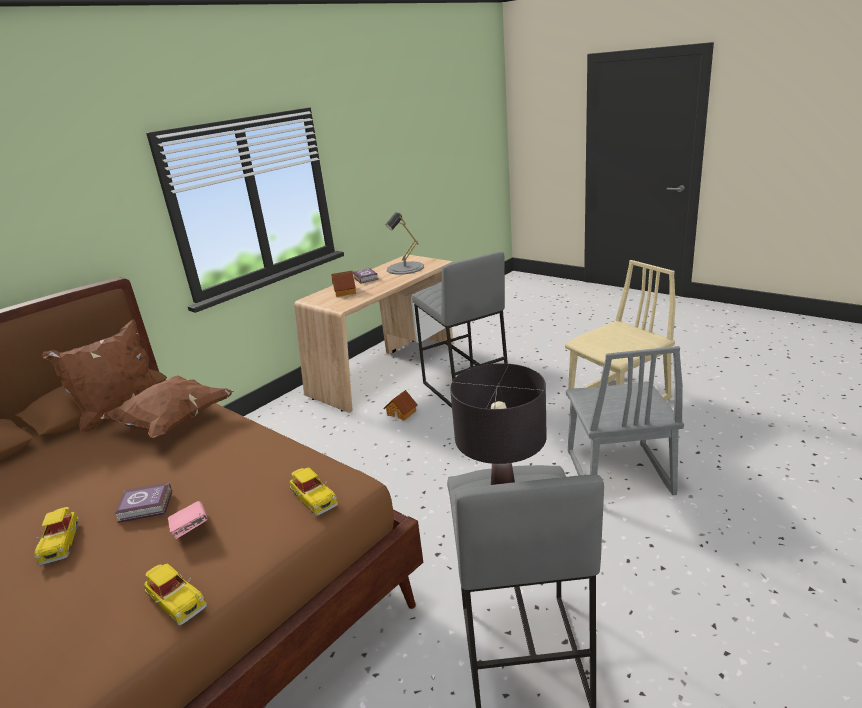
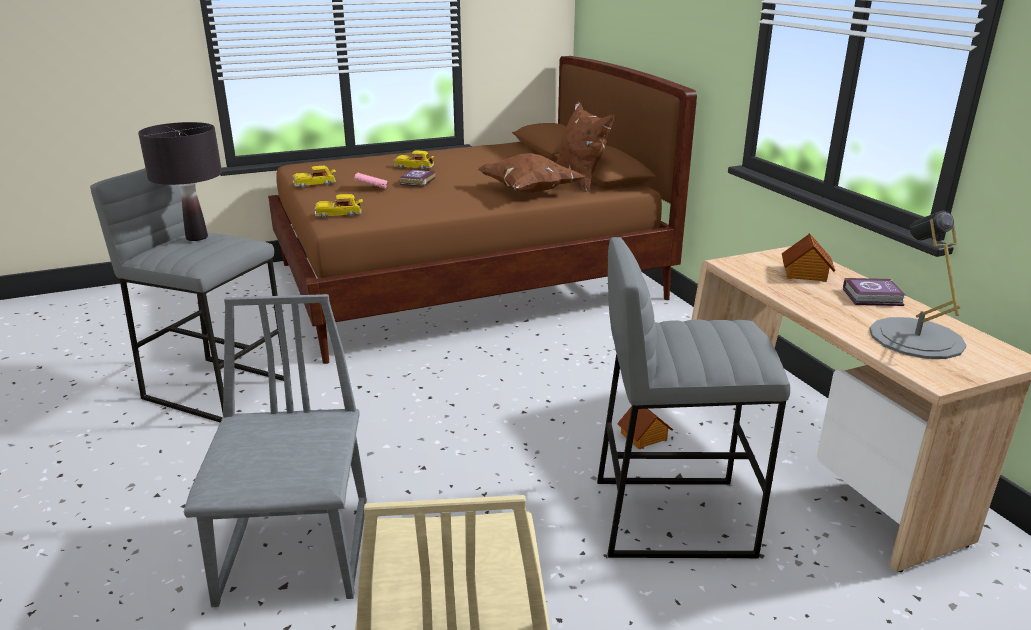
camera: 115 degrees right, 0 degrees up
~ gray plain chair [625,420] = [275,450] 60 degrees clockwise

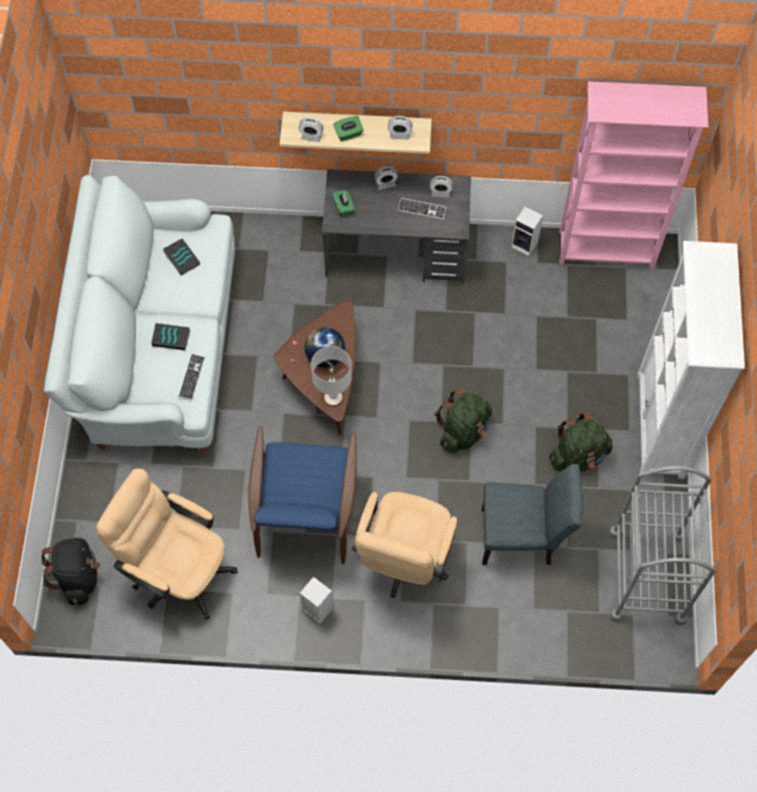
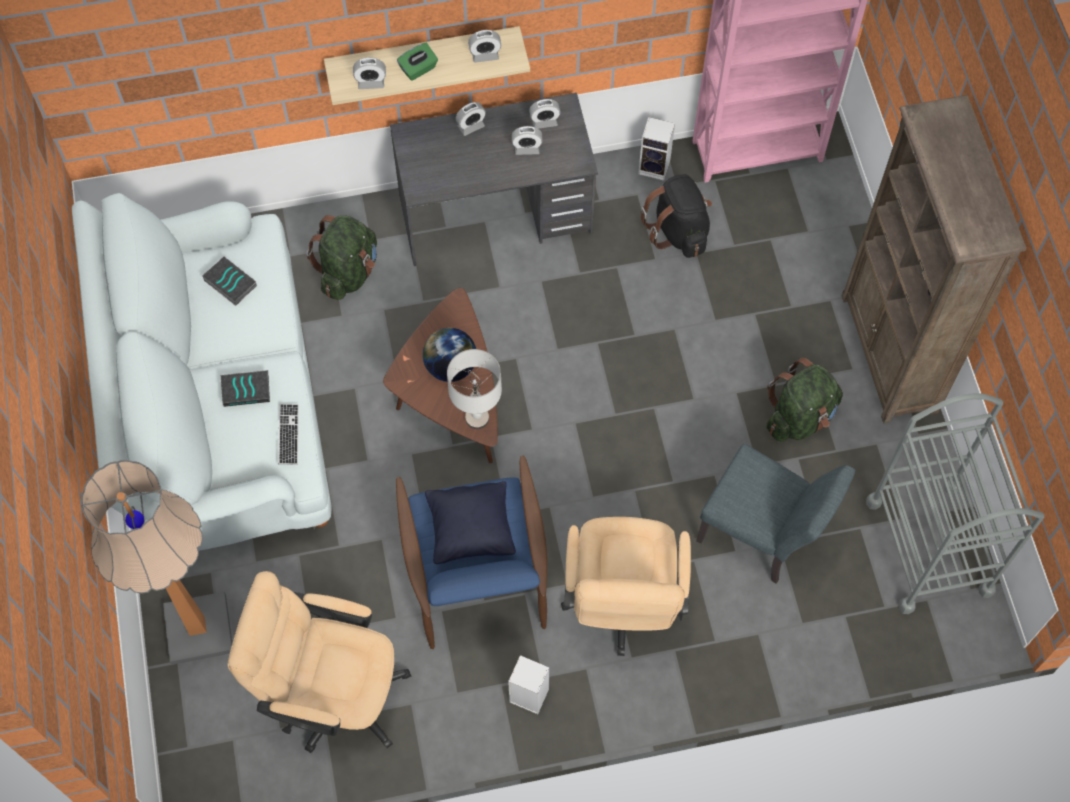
camera: 15 degrees left, 0 degrees up
+ standard lamp [156,562]
~ green-coloured backpack [463,421] to [341,257]
+ black throw pillow [470,522]
~ keyboard [422,208] to bedside clock [527,140]
~ black backpack [71,571] to [676,216]
~ gray plain chair [532,514] = [776,513] 45 degrees clockwise
~ whitish shelving unit [691,360] to brownish shelving unit [934,259]
- green-coloured tissue holder [343,203]

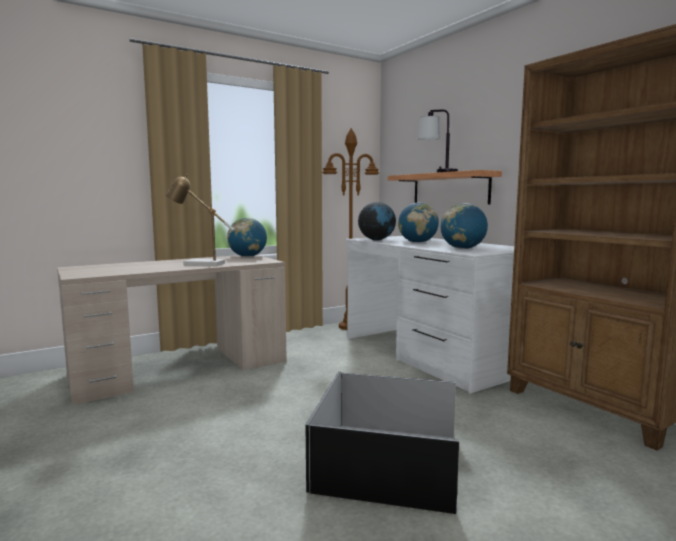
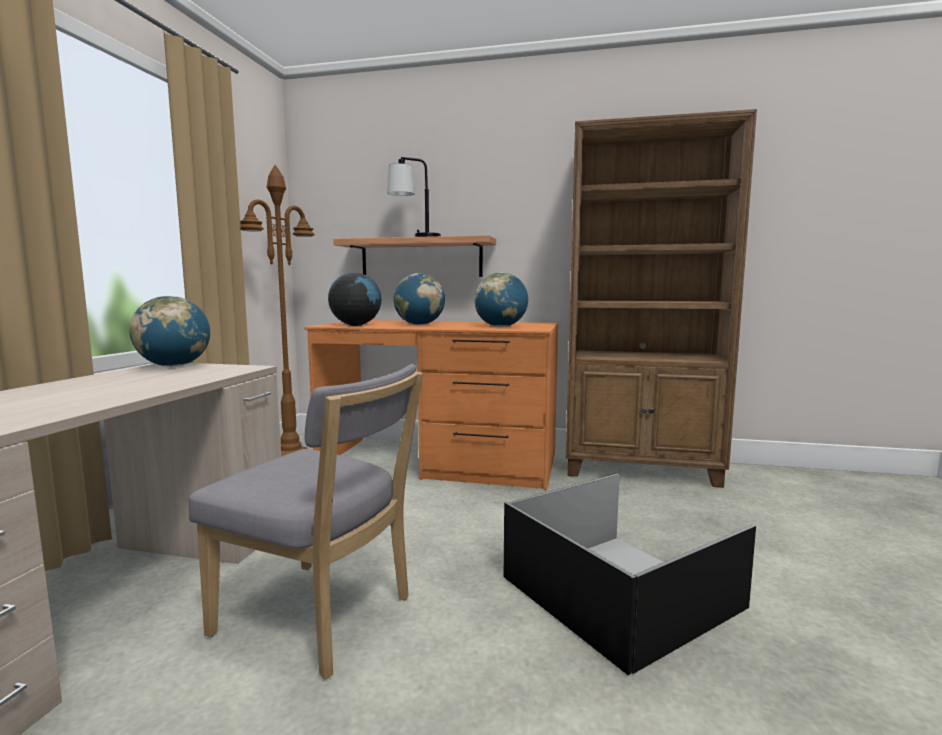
camera: 45 degrees left, 0 degrees up
+ gray plain chair [306,522]
~ whitish desk [429,315] to orange-coloured desk [431,405]
- lamp for a table [200,220]

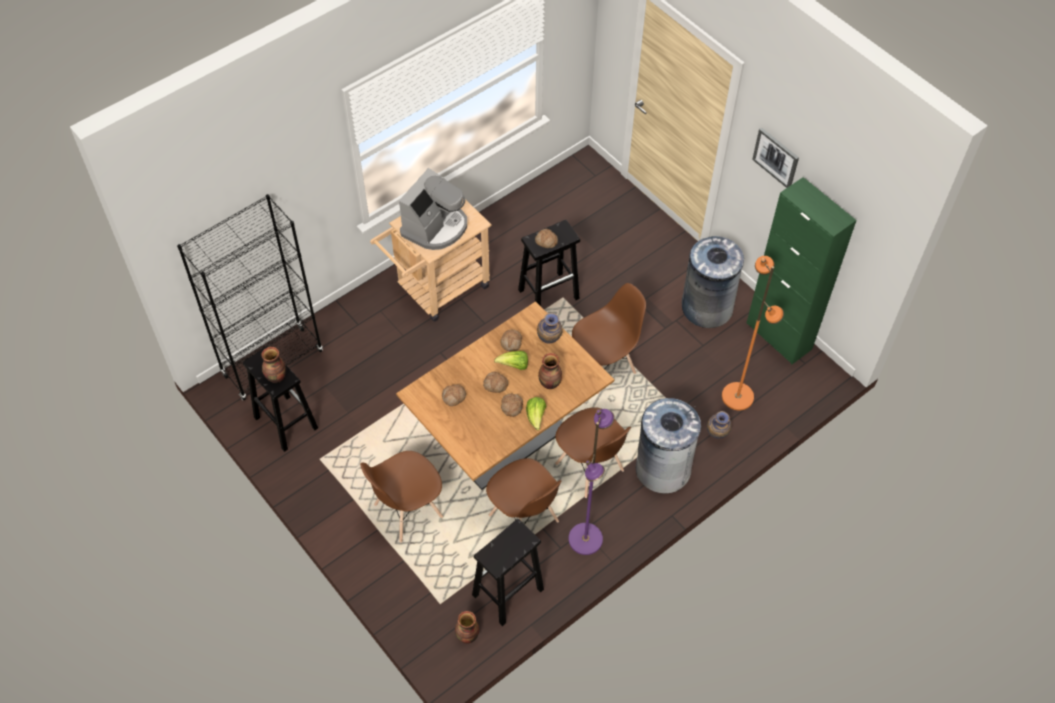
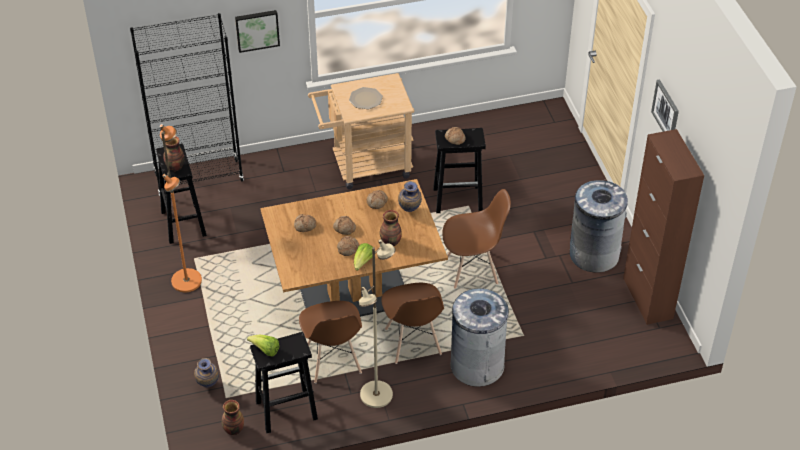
camera: 25 degrees right, 10 degrees down
~ orange-coloured standard lamp [753,333] to [181,208]
~ vase [719,424] to [206,372]
+ wall picture [257,31]
~ lettuce [511,360] to [263,346]
~ coffee maker [433,209] to dinner plate [366,98]
~ purple standard lamp [591,482] to sand-coloured standard lamp [377,323]
~ green-coloured cupboard [801,270] to brownish cupboard [663,227]
- brownish plain chair [401,497]

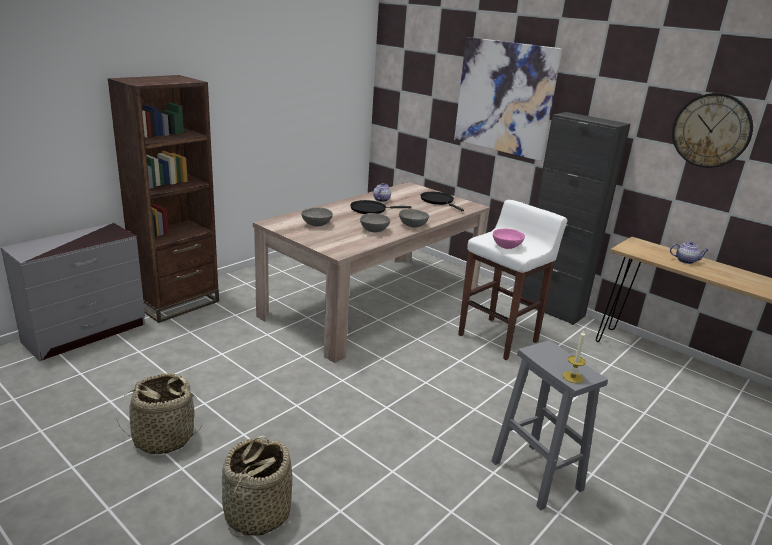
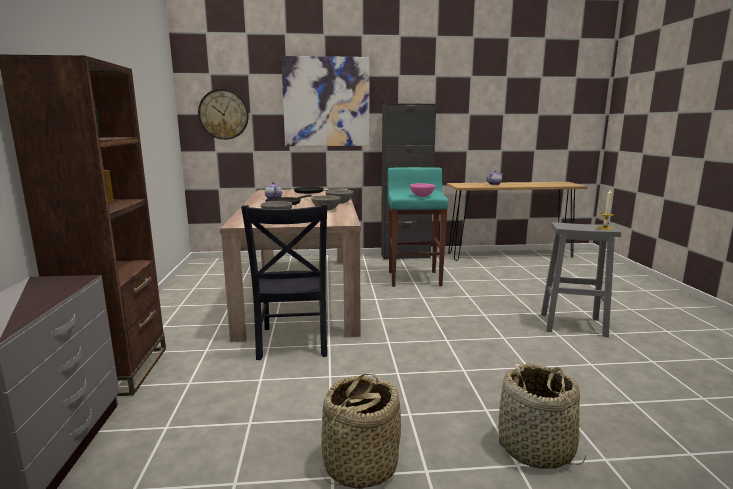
camera: 45 degrees left, 10 degrees down
~ wall clock [712,130] to [223,114]
+ black plain chair [284,282]
~ whitish sitting stool [513,280] to blue-green sitting stool [418,227]

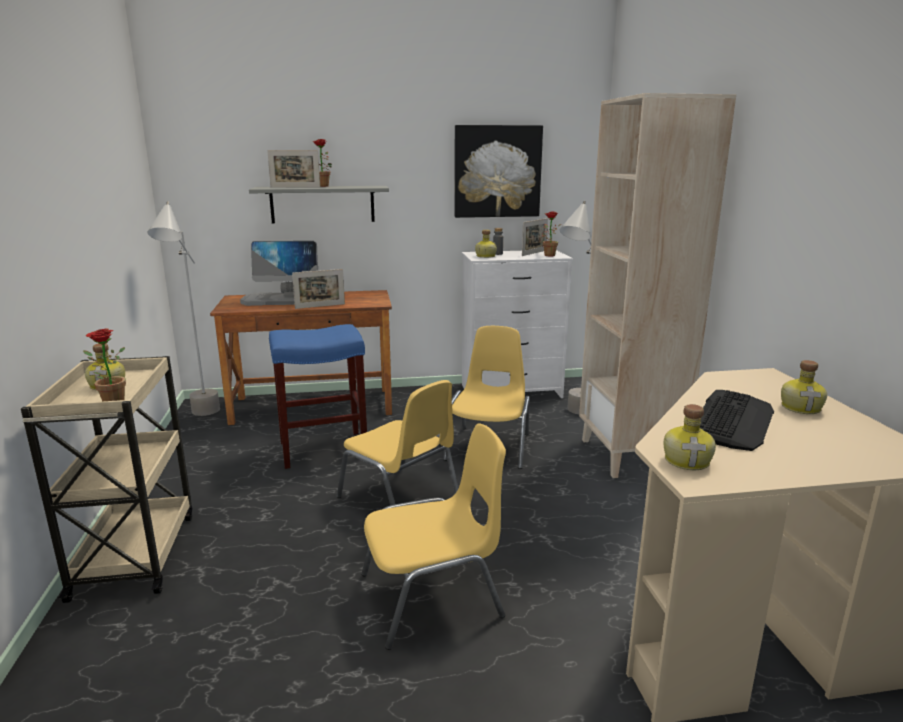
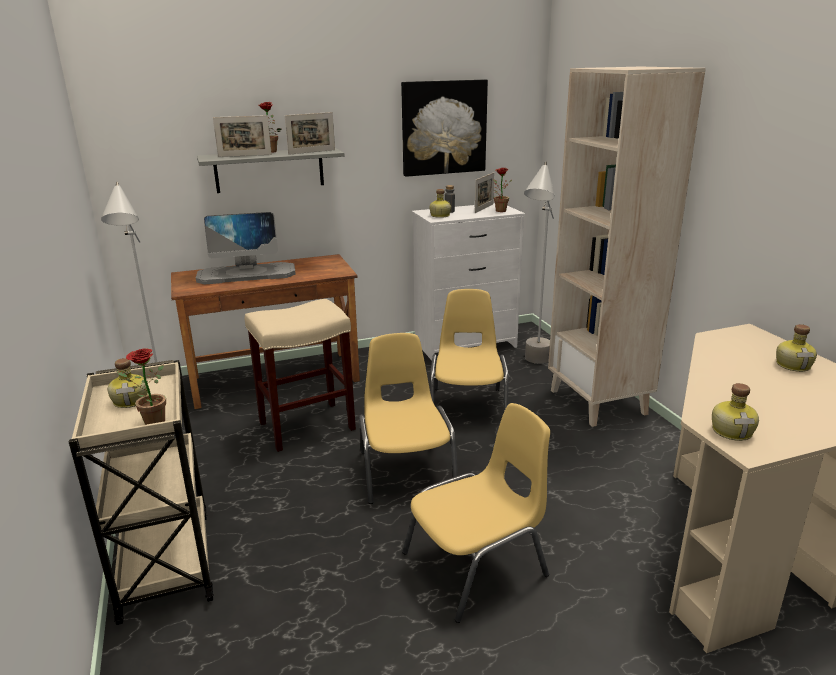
camera: 10 degrees left, 5 degrees up
~ bluish sitting stool [318,396] to sand-coloured sitting stool [300,375]
~ picture frame [318,289] to [310,133]
~ yellow plain chair [397,442] = [408,418] 135 degrees counterclockwise
- keyboard [737,420]

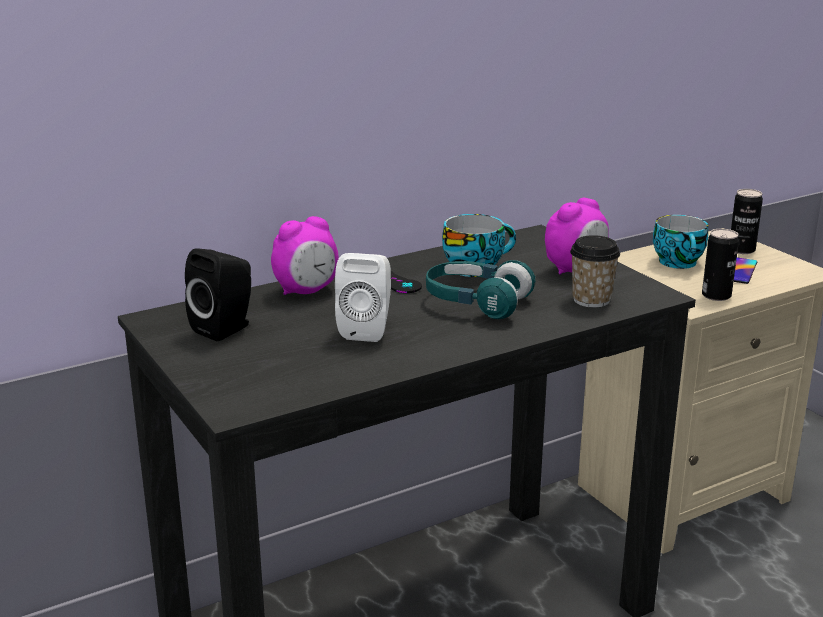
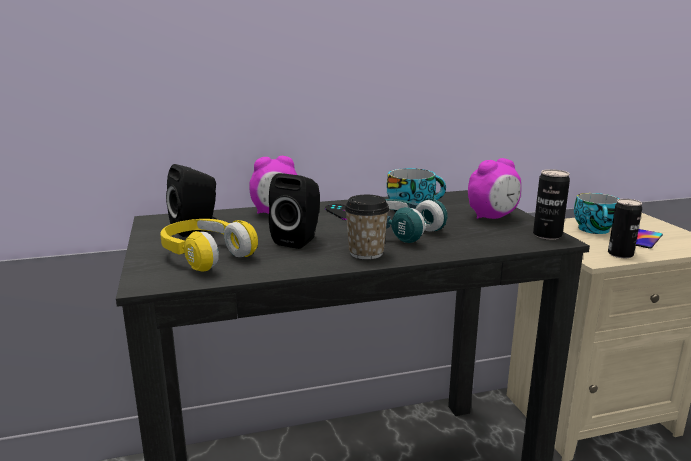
camera: 15 degrees right, 5 degrees down
+ yellow headset [209,245]
~ whitish audio speaker [363,297] to black audio speaker [294,211]
~ drinking cup [595,271] to [367,227]
~ can [747,221] to [551,204]

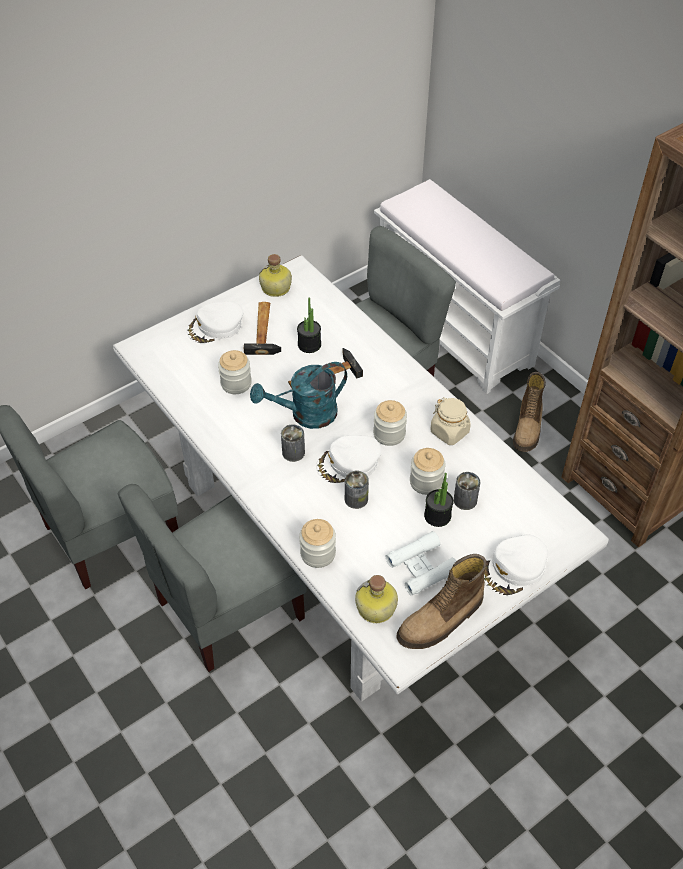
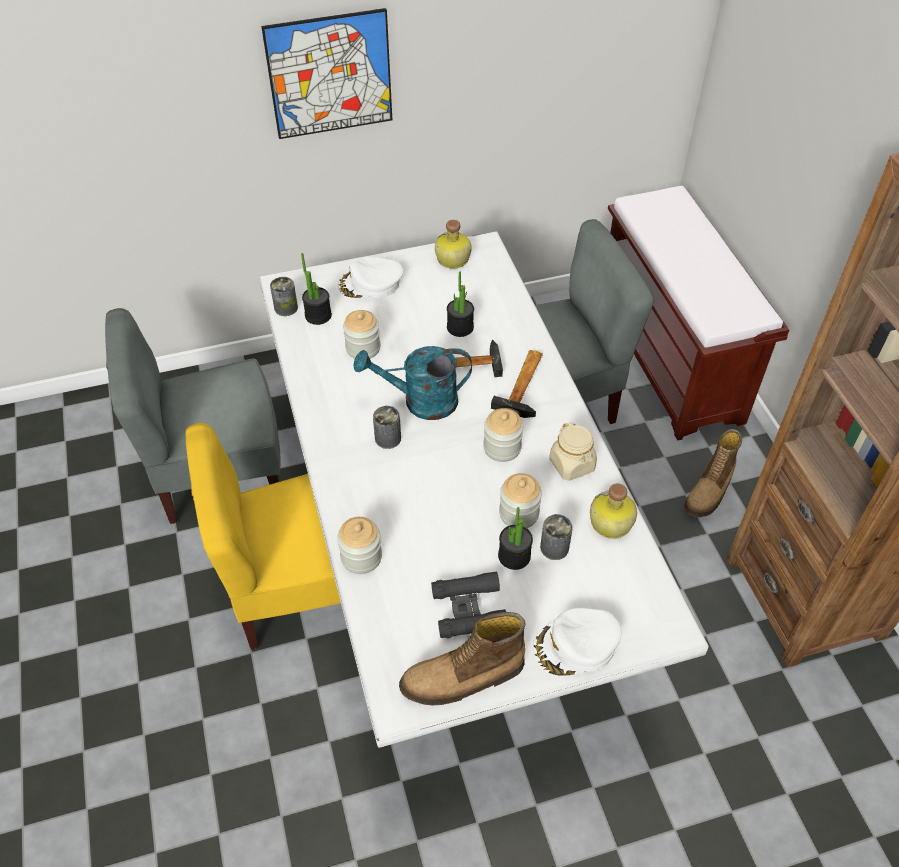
camera: 20 degrees right, 0 degrees up
~ gray plain chair [212,578] to yellow plain chair [263,536]
+ wall picture [326,73]
~ can [357,490] to [284,296]
+ potted plant [316,289]
~ whitish field glasses [421,563] to black field glasses [468,605]
~ hammer [262,328] to [517,384]
~ drink bottle [376,599] to [613,511]
~ whitish bench [467,286] to brownish bench [698,313]
- whitish peaked cap [348,459]

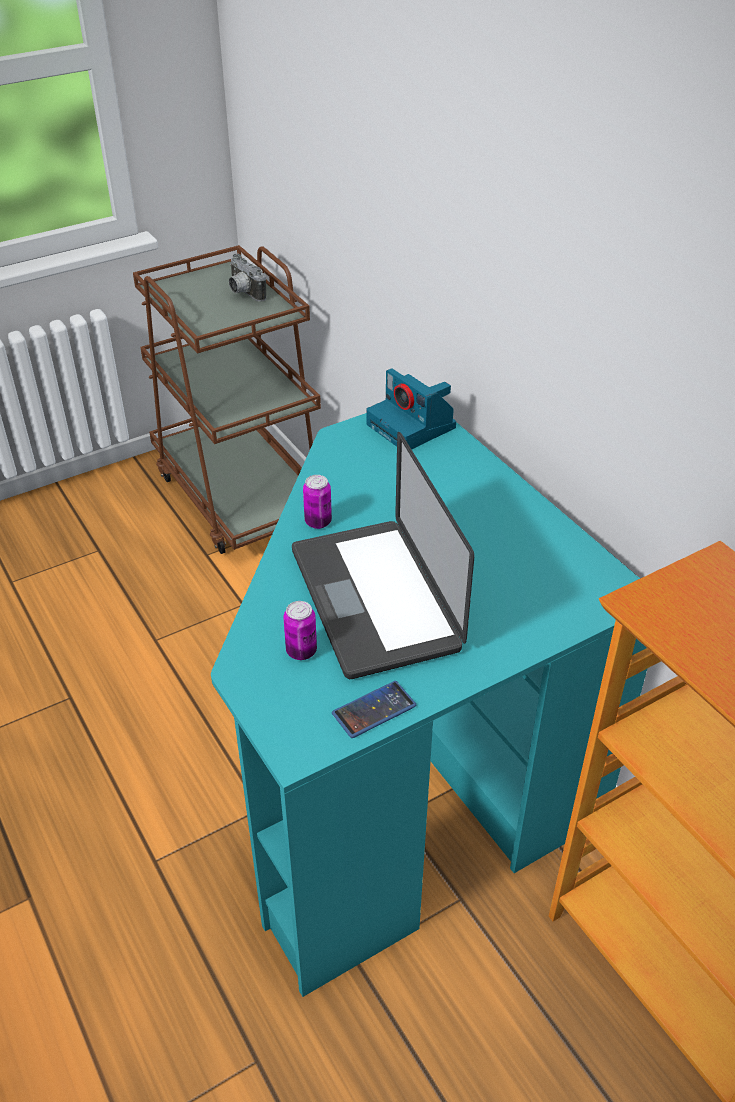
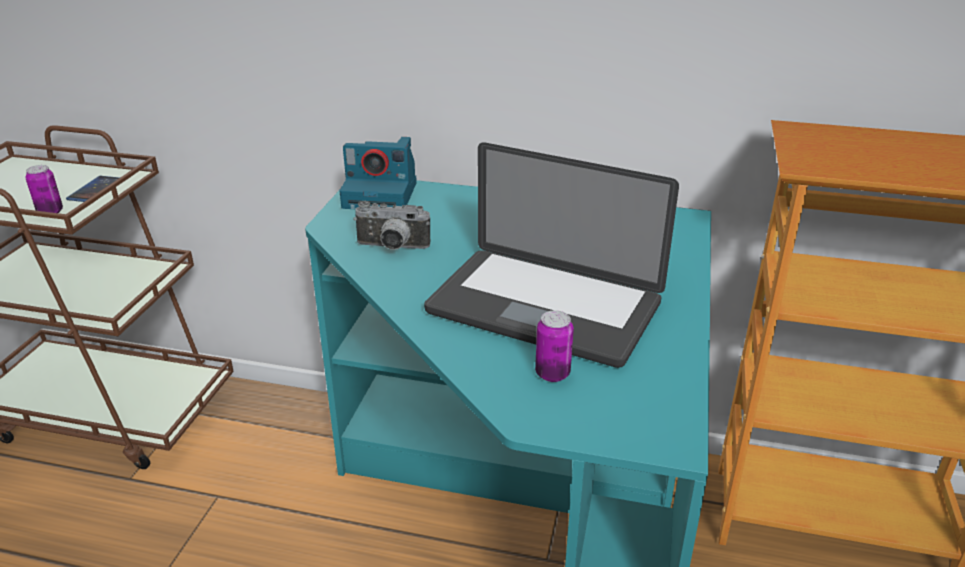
camera: 45 degrees left, 10 degrees down
~ can [317,502] to [44,189]
~ phone [374,709] to [93,189]
~ still camera [247,278] to [391,225]

